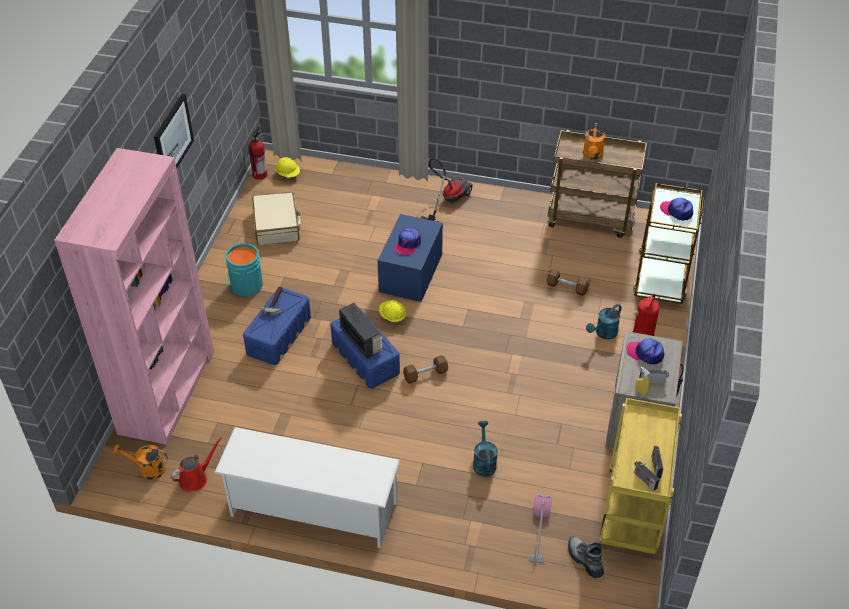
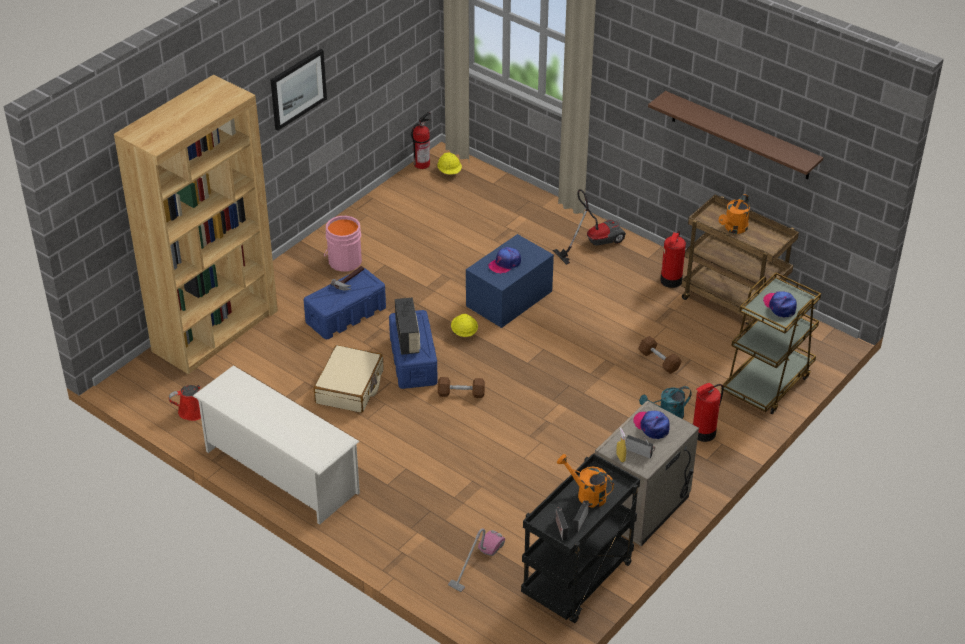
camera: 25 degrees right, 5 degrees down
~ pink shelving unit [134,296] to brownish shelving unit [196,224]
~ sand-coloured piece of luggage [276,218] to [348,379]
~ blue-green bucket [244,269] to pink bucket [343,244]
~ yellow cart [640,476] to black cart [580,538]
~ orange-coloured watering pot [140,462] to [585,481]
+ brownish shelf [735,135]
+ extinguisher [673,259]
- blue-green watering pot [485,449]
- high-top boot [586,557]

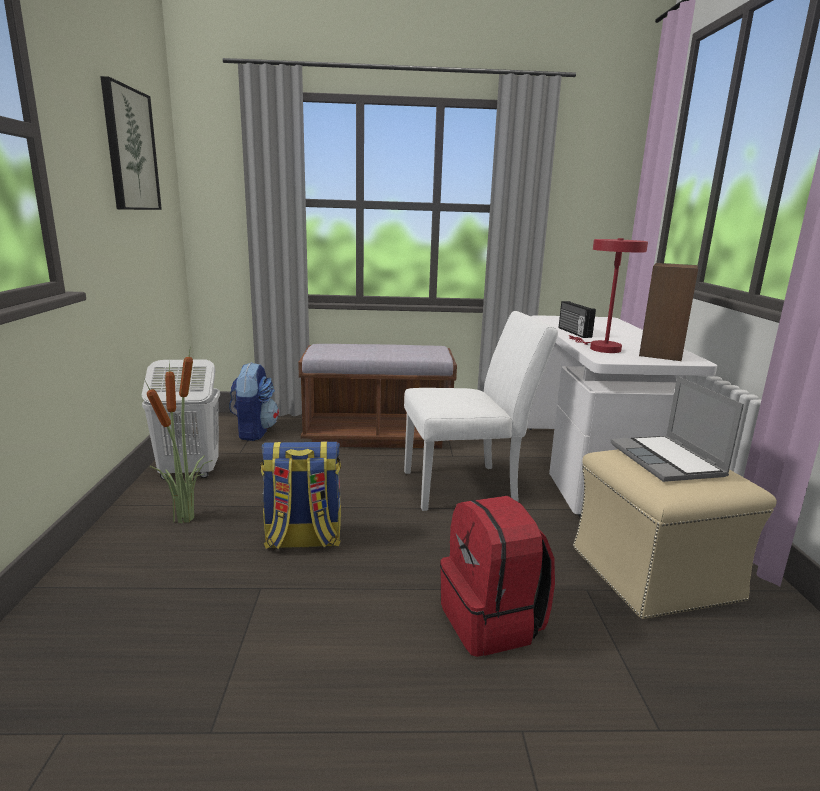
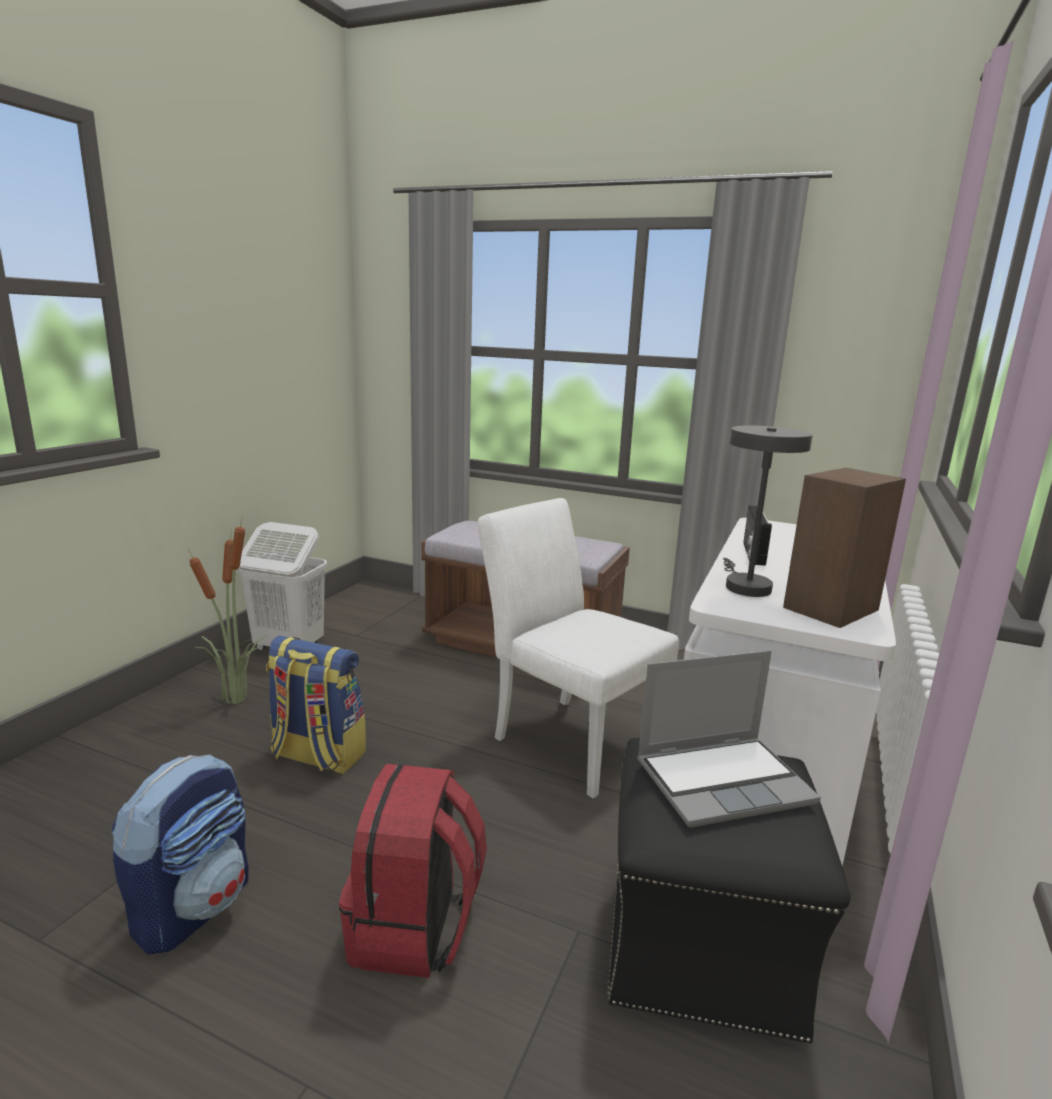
camera: 25 degrees right, 0 degrees up
~ backpack [254,401] to [180,855]
~ whitish plain chair [481,411] = [578,648] 150 degrees counterclockwise
~ sand-coloured ottoman [675,534] to black ottoman [729,890]
~ notebook computer [677,429] = [729,739] 120 degrees counterclockwise
~ reddish lamp for a table [608,295] to gray lamp for a table [768,511]
- wall picture [131,143]

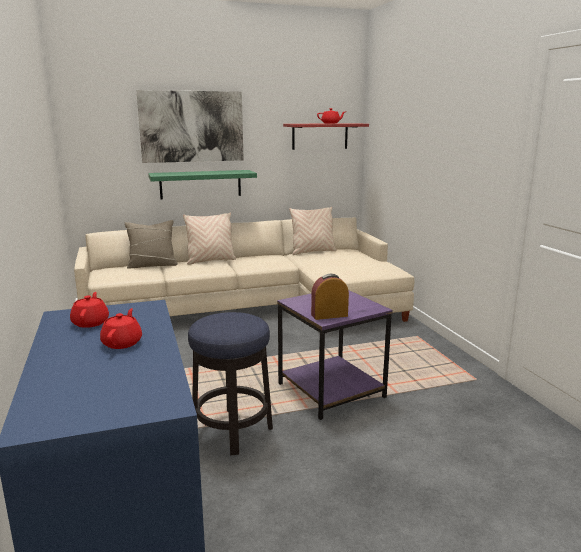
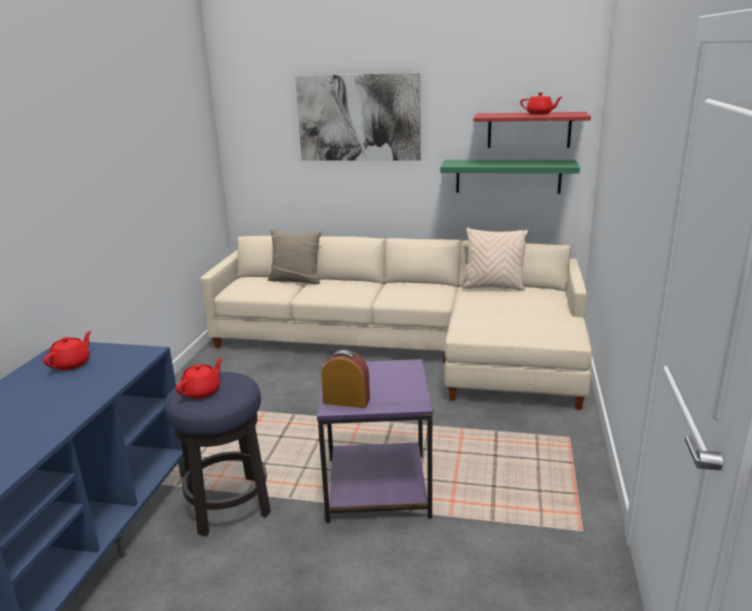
camera: 30 degrees right, 5 degrees up
~ reddish tea pot [121,328] to [199,378]
~ green-coloured shelf [202,184] to [510,177]
- sand-coloured throw pillow [209,238]

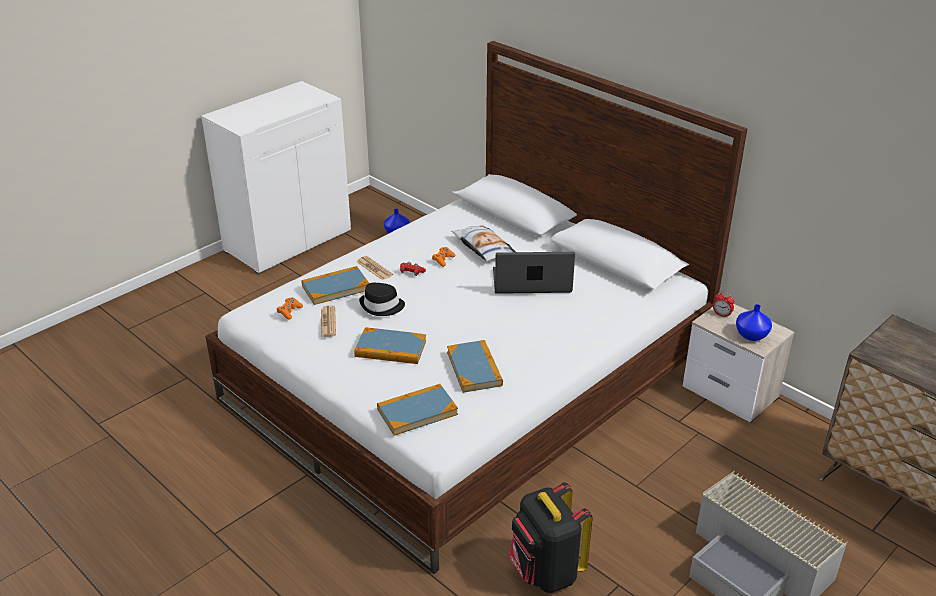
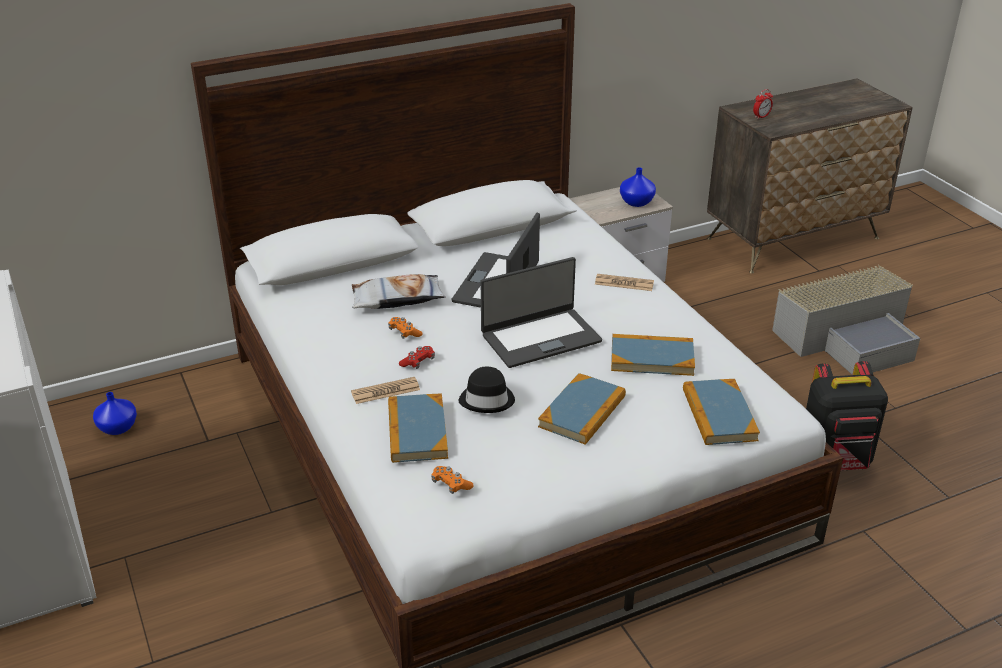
camera: 70 degrees left, 0 degrees up
+ notebook computer [541,312]
~ printed paper [328,321] to [624,282]
~ bedside clock [723,304] to [763,104]

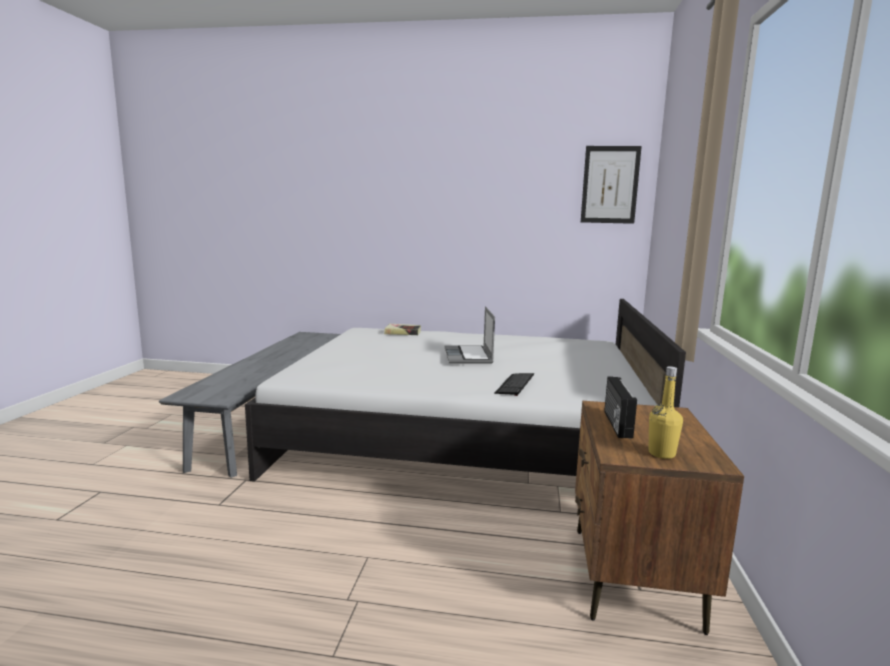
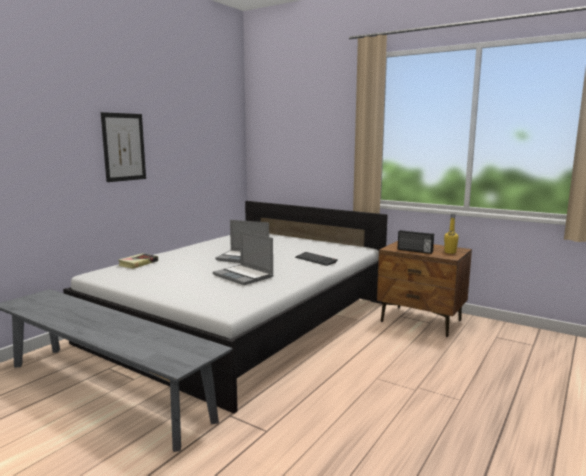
camera: 65 degrees left, 0 degrees up
~ wall picture [611,185] to [123,147]
+ notebook computer [243,258]

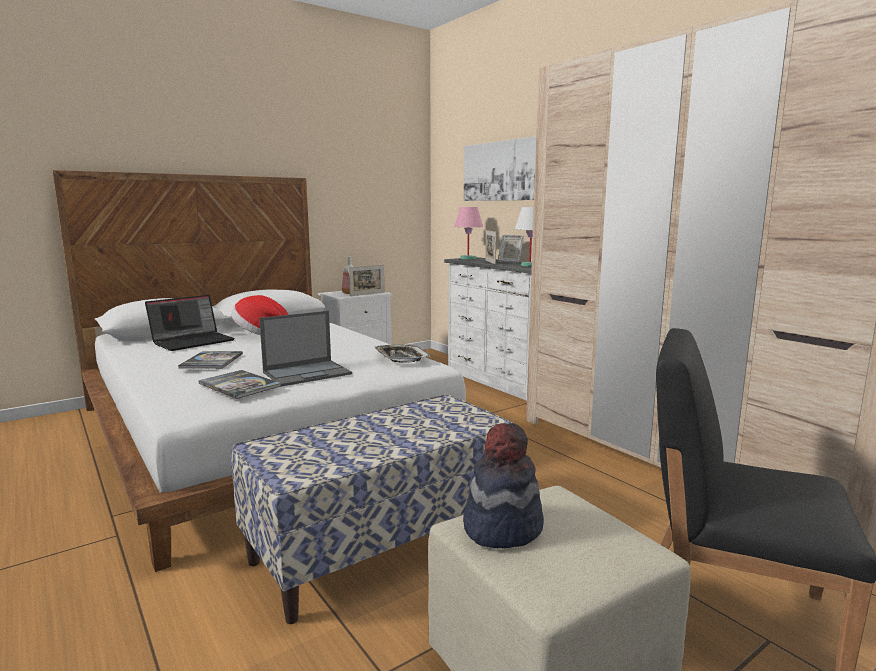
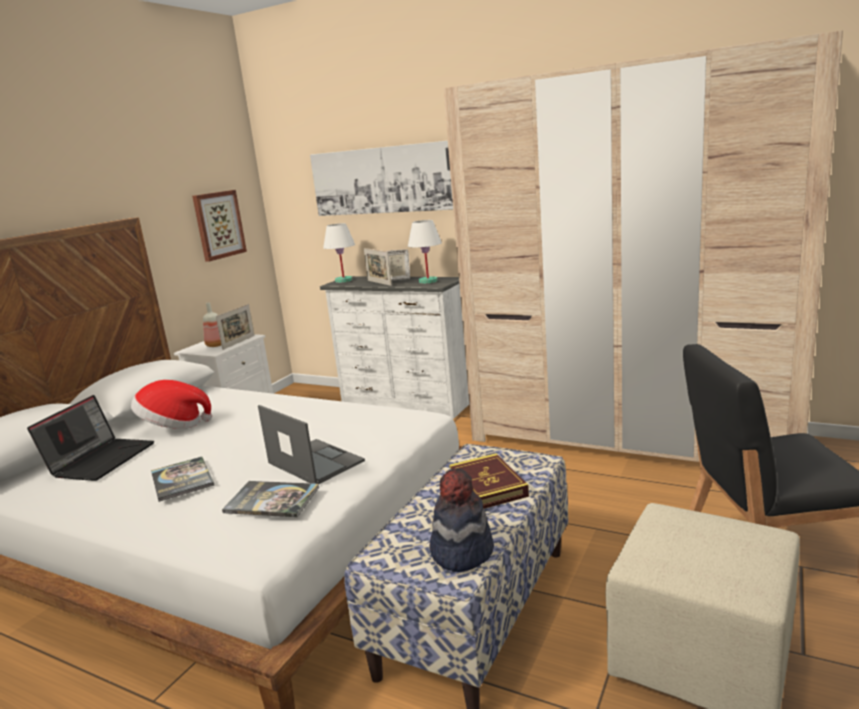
camera: 25 degrees left, 5 degrees up
+ wall picture [219,226]
~ notebook computer [305,349] = [311,444] 75 degrees counterclockwise
~ pink lamp for a table [468,233] to whitish lamp for a table [339,253]
~ clothing hat [503,485] to [461,520]
+ bound book [489,481]
- carrying tray [402,353]

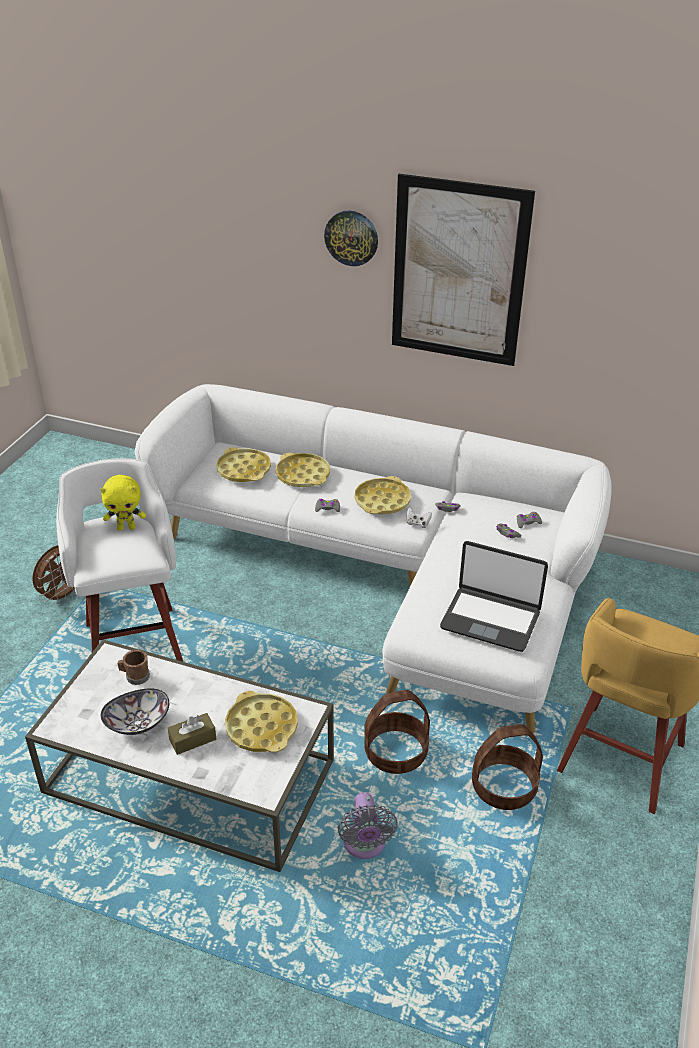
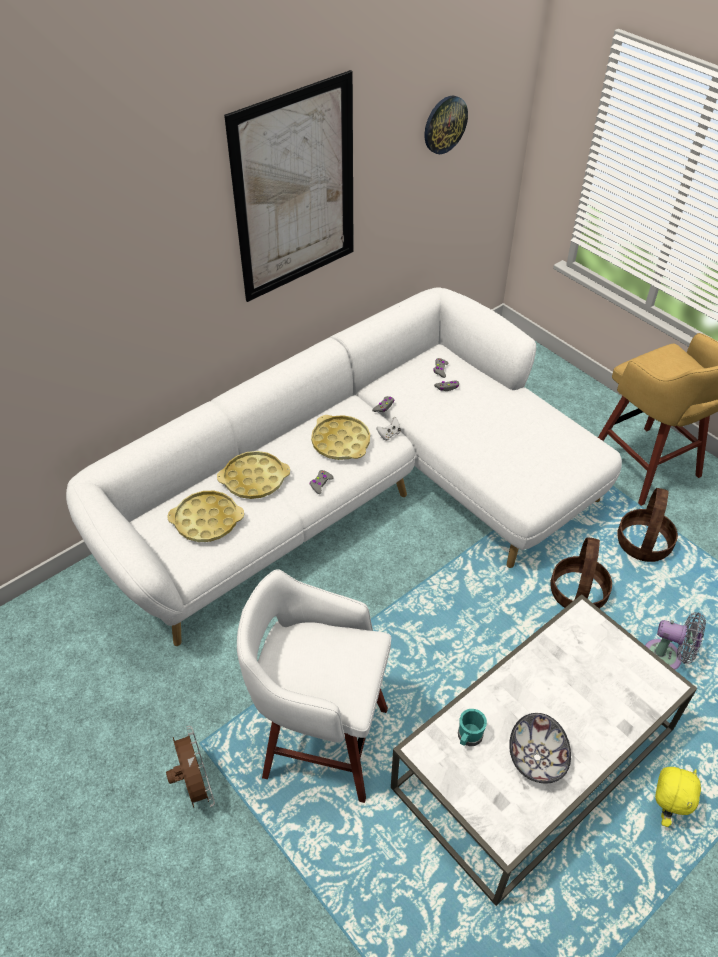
camera: 60 degrees left, 10 degrees up
~ wall clock [351,238] to [446,125]
~ brownish tea mug [133,667] to blue-green tea mug [472,727]
~ yellow plush toy [123,503] to [678,797]
- brownish tissue holder [192,734]
- yellow carrying tray [261,722]
- notebook computer [494,596]

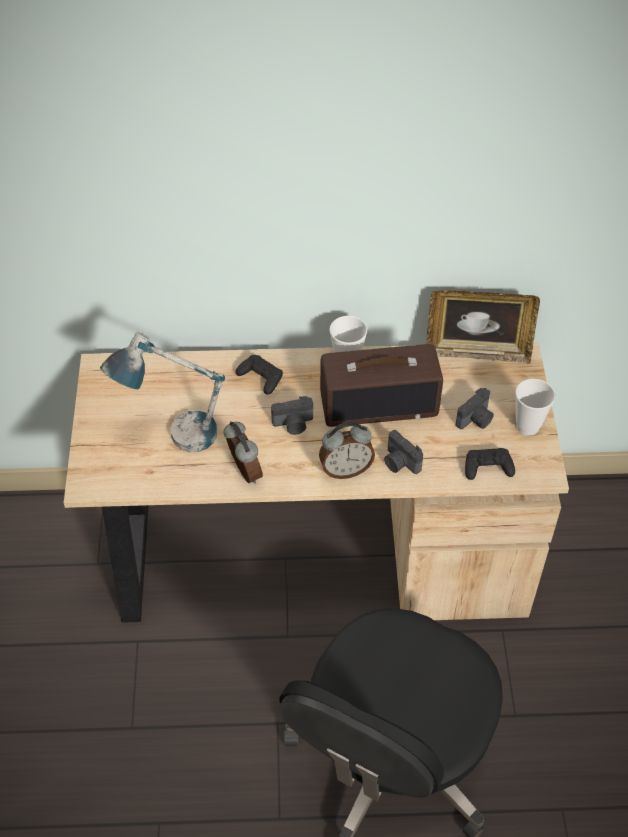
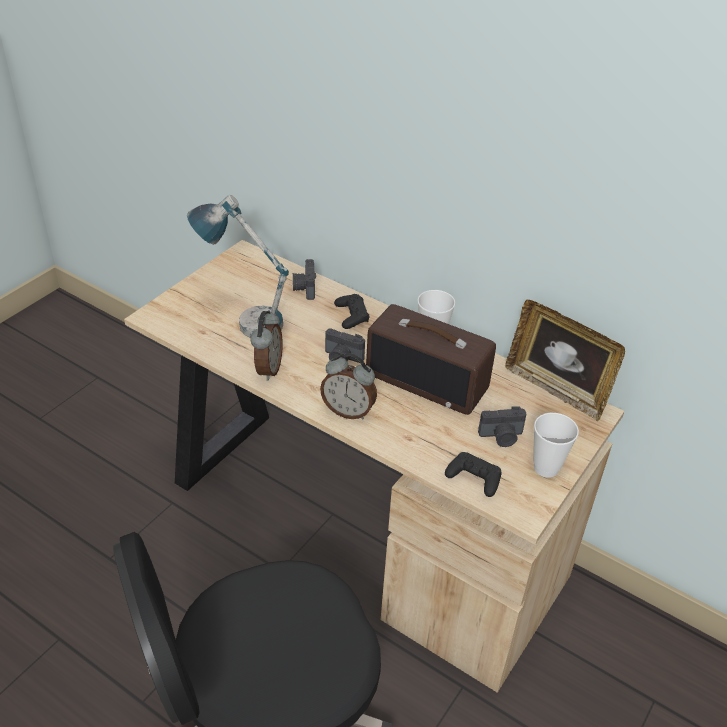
camera: 35 degrees right, 10 degrees down
~ still camera [403,452] to [304,279]

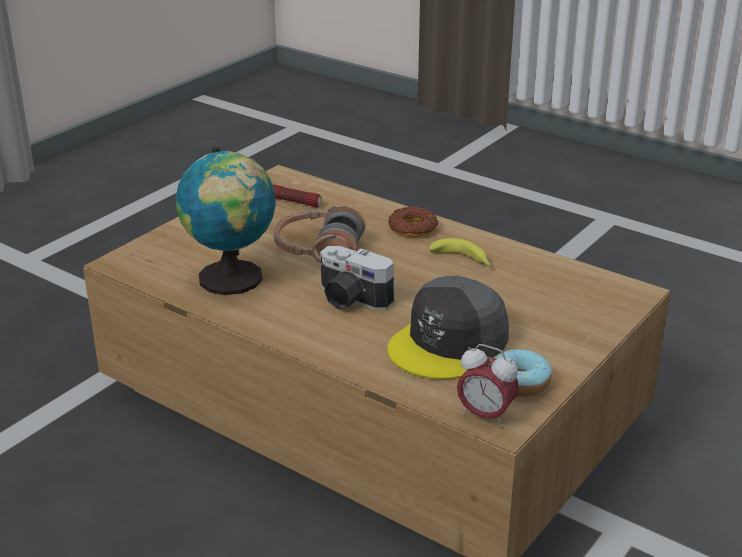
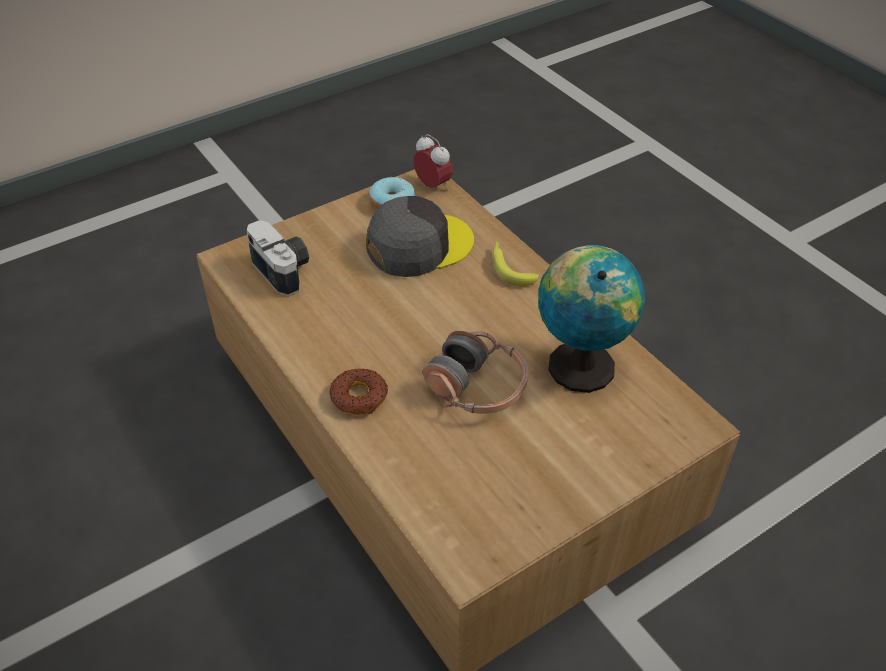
camera: 160 degrees left, 15 degrees up
~ still camera [357,278] to [278,258]
~ banana fruit [460,252] to [515,263]
- hand torch [297,195]

